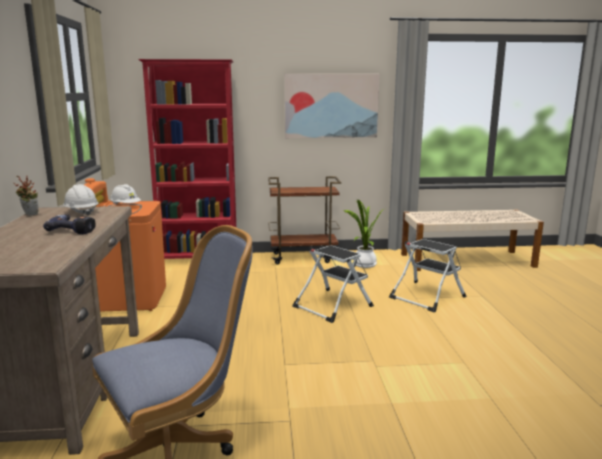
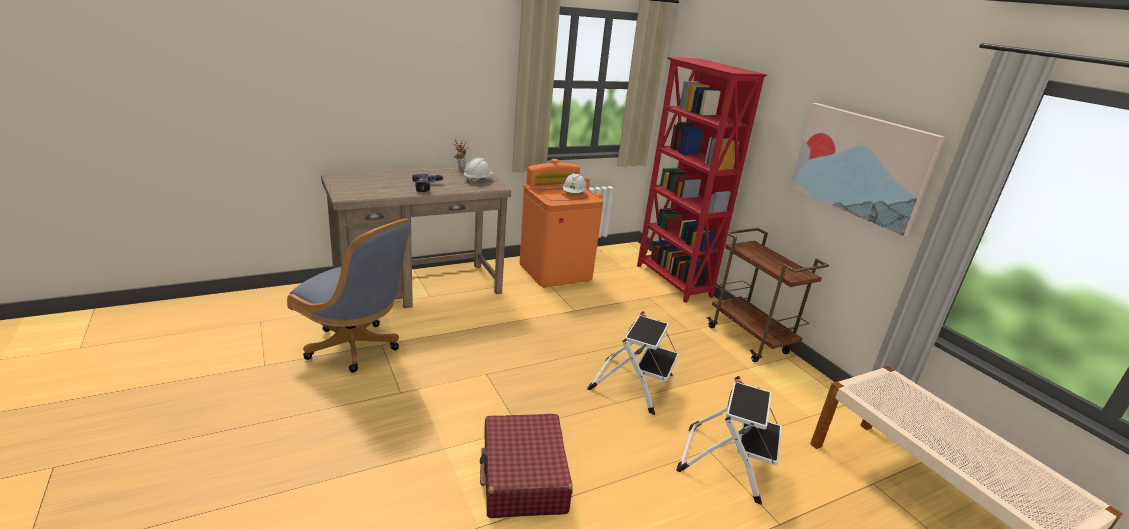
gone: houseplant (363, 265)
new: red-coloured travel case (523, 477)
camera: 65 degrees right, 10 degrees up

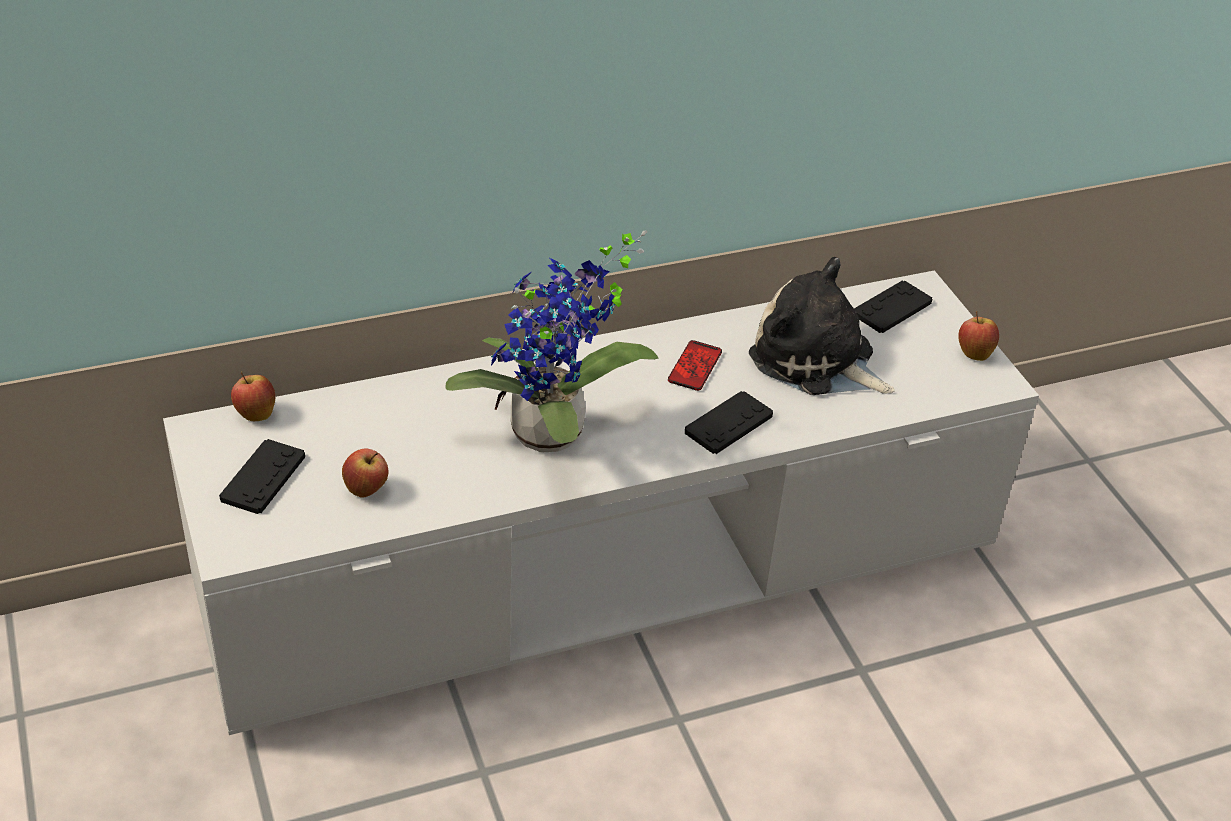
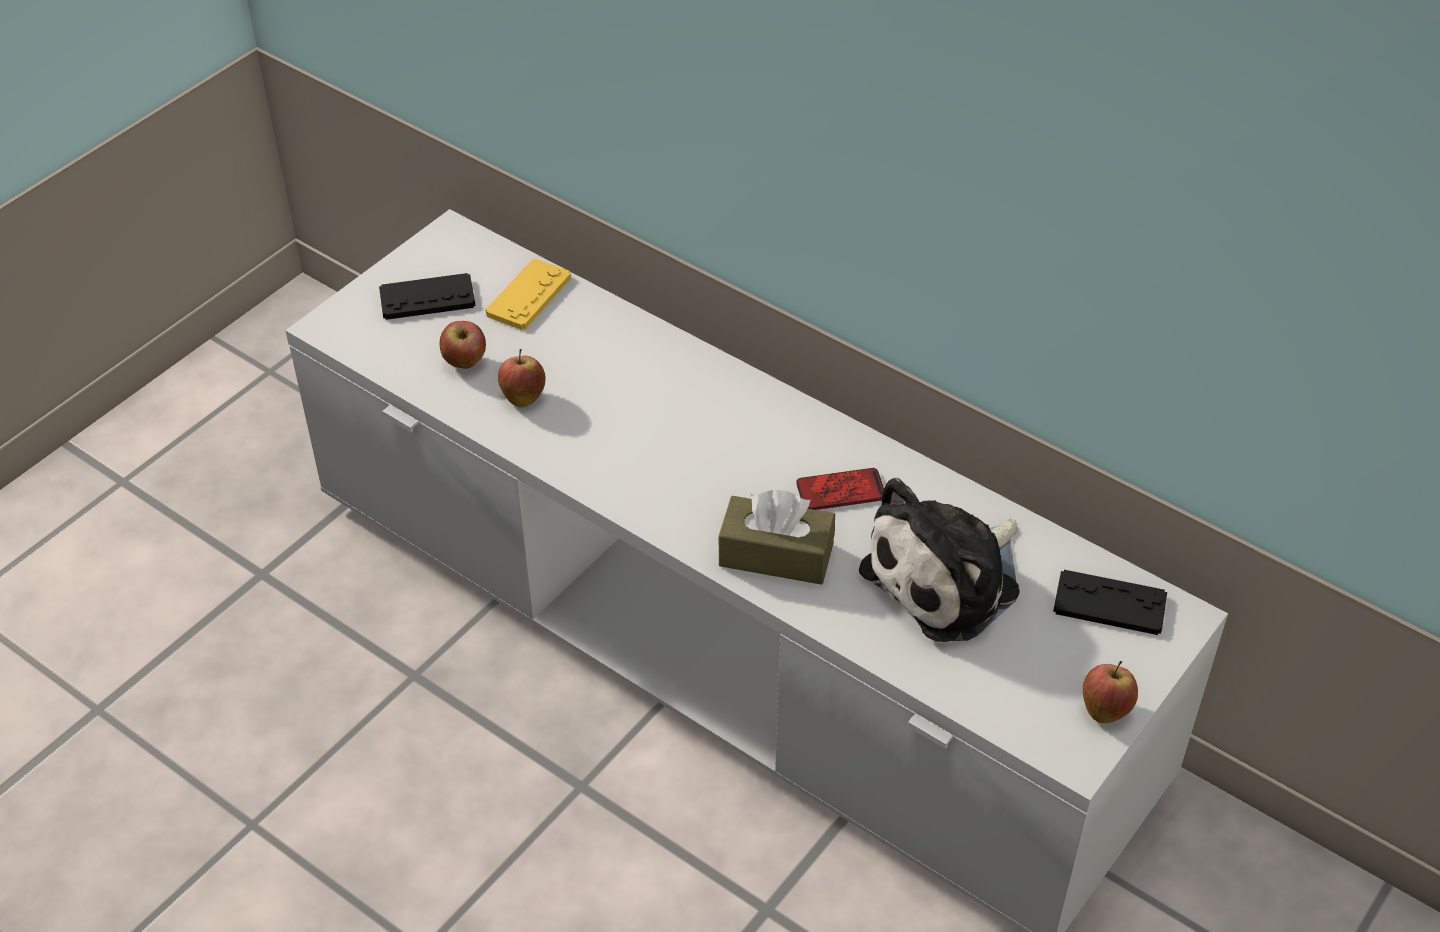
gone: houseplant (552, 438)
new: yellowish joypad (529, 296)
shifted: apple (255, 413) to (523, 397)
swapped: blackish joypad (728, 424) to brownish box of tissues (776, 555)
rotated: soft toy (816, 360) = (948, 579) 135 degrees counterclockwise
camera: 60 degrees right, 5 degrees up

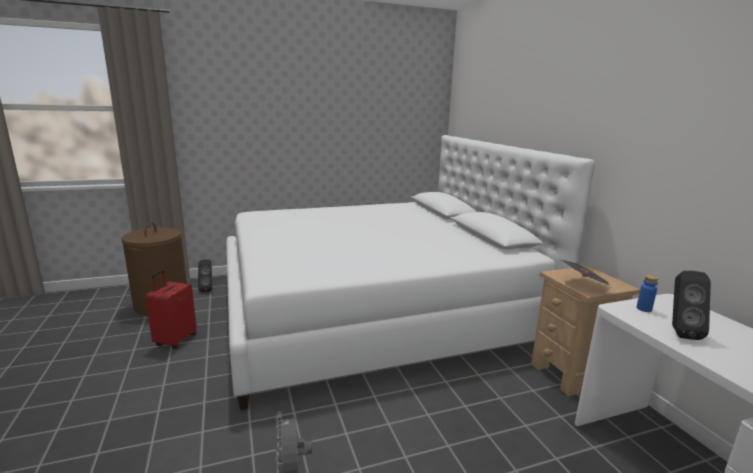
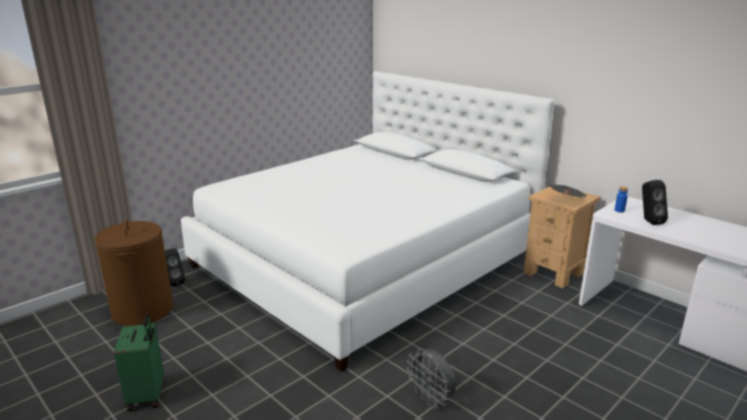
gone: red-coloured travel case (175, 340)
new: green-coloured travel case (147, 395)
camera: 25 degrees left, 5 degrees up

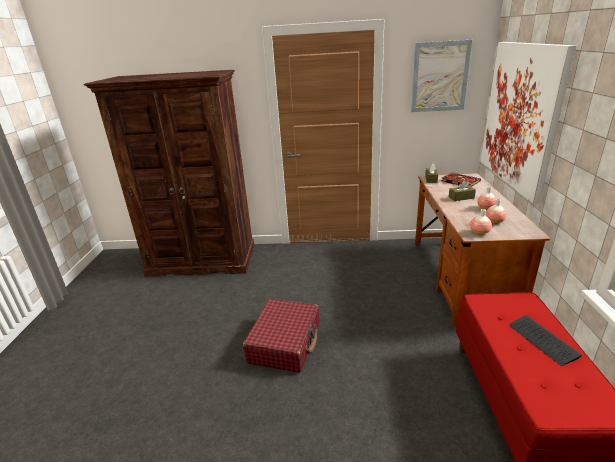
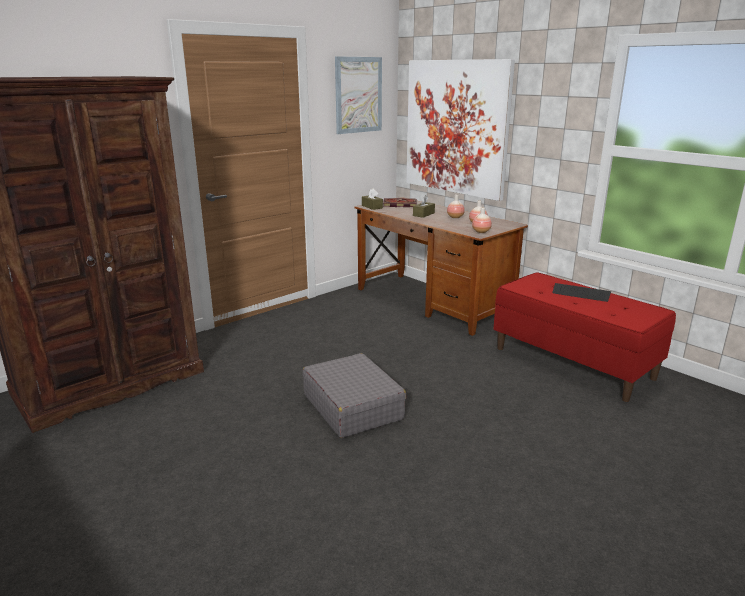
repainted: red-coloured travel case (285, 342) to greyish travel case (352, 406)
camera: 45 degrees left, 5 degrees down

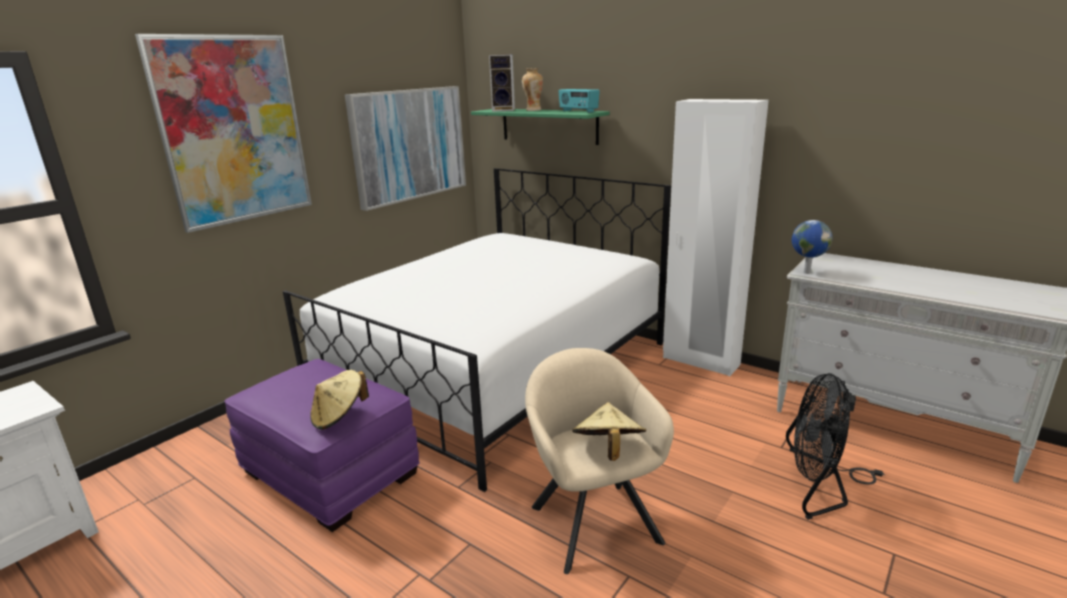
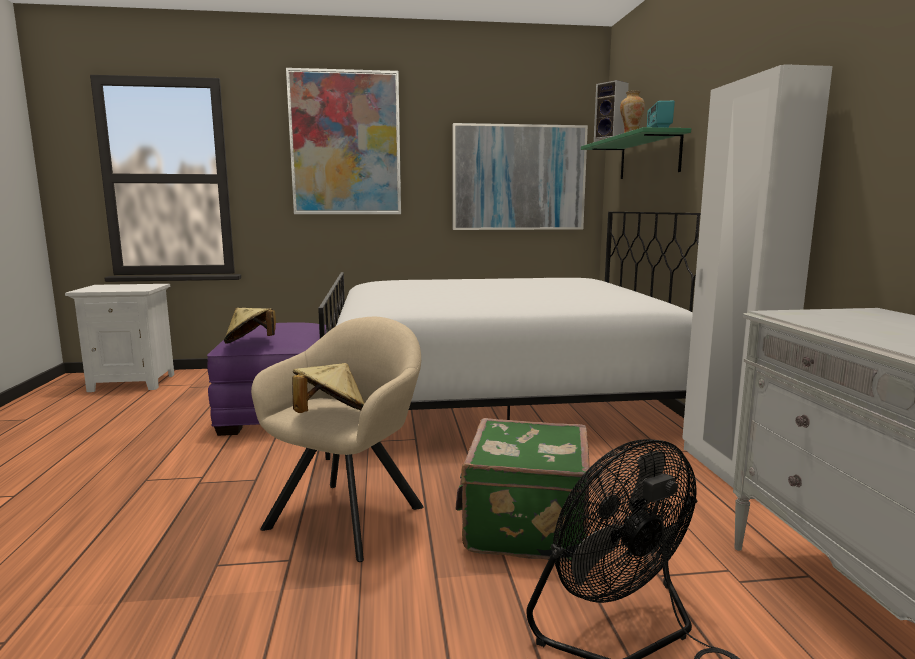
gone: globe (806, 272)
new: green-coloured travel case (524, 525)
camera: 45 degrees right, 10 degrees down

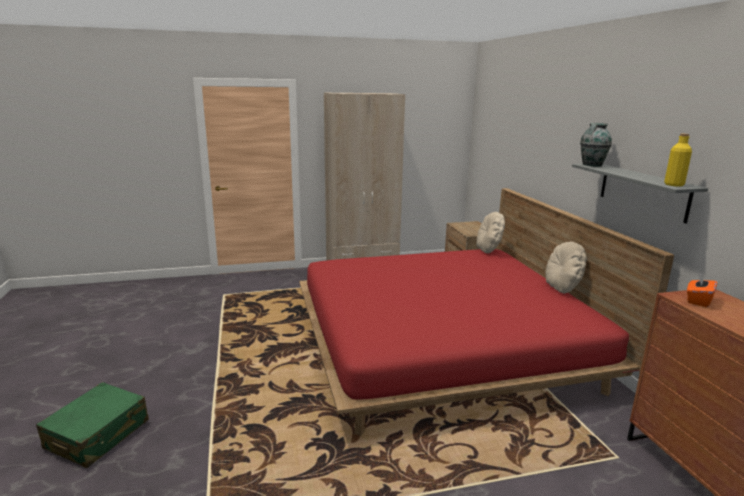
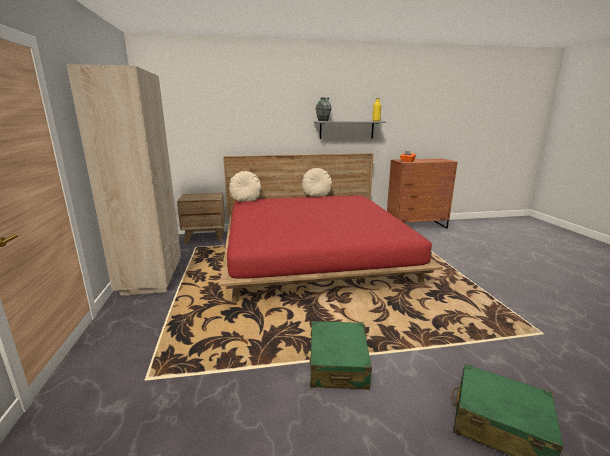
new: green-coloured travel case (338, 364)
camera: 85 degrees left, 0 degrees up

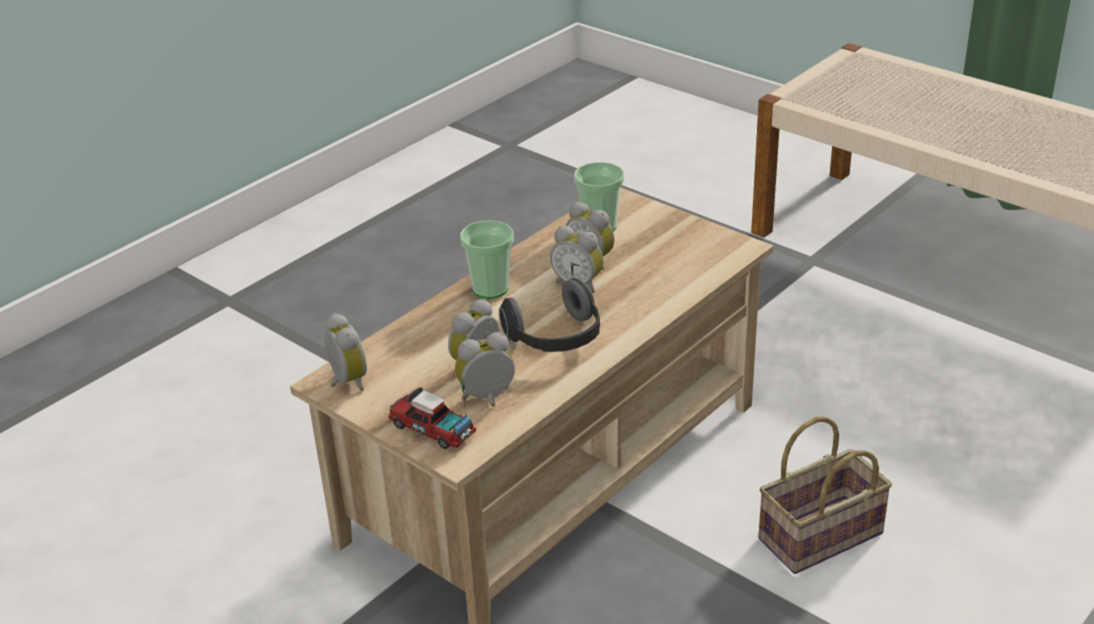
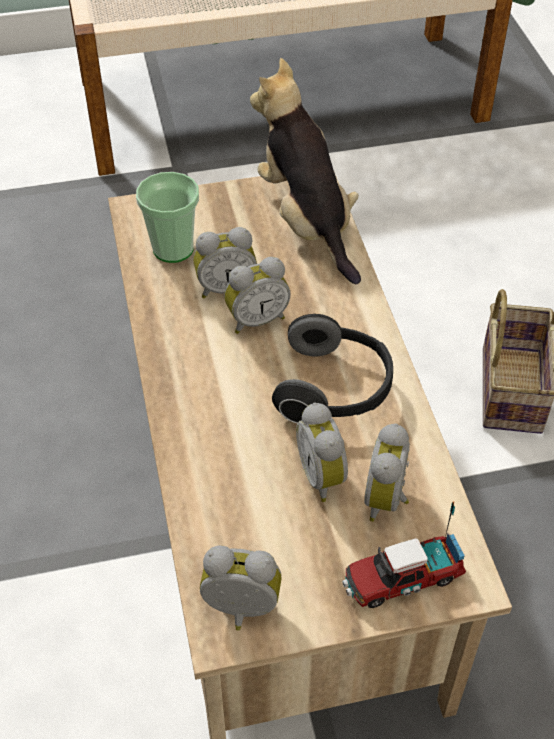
gone: cup (490, 289)
new: soft toy (307, 221)
camera: 55 degrees left, 15 degrees up

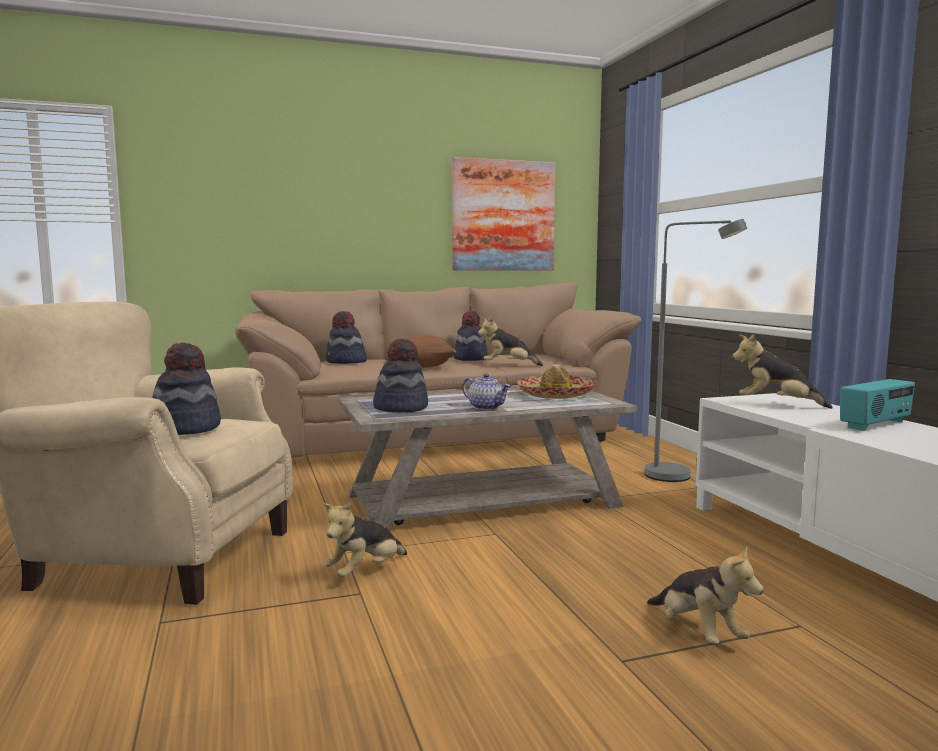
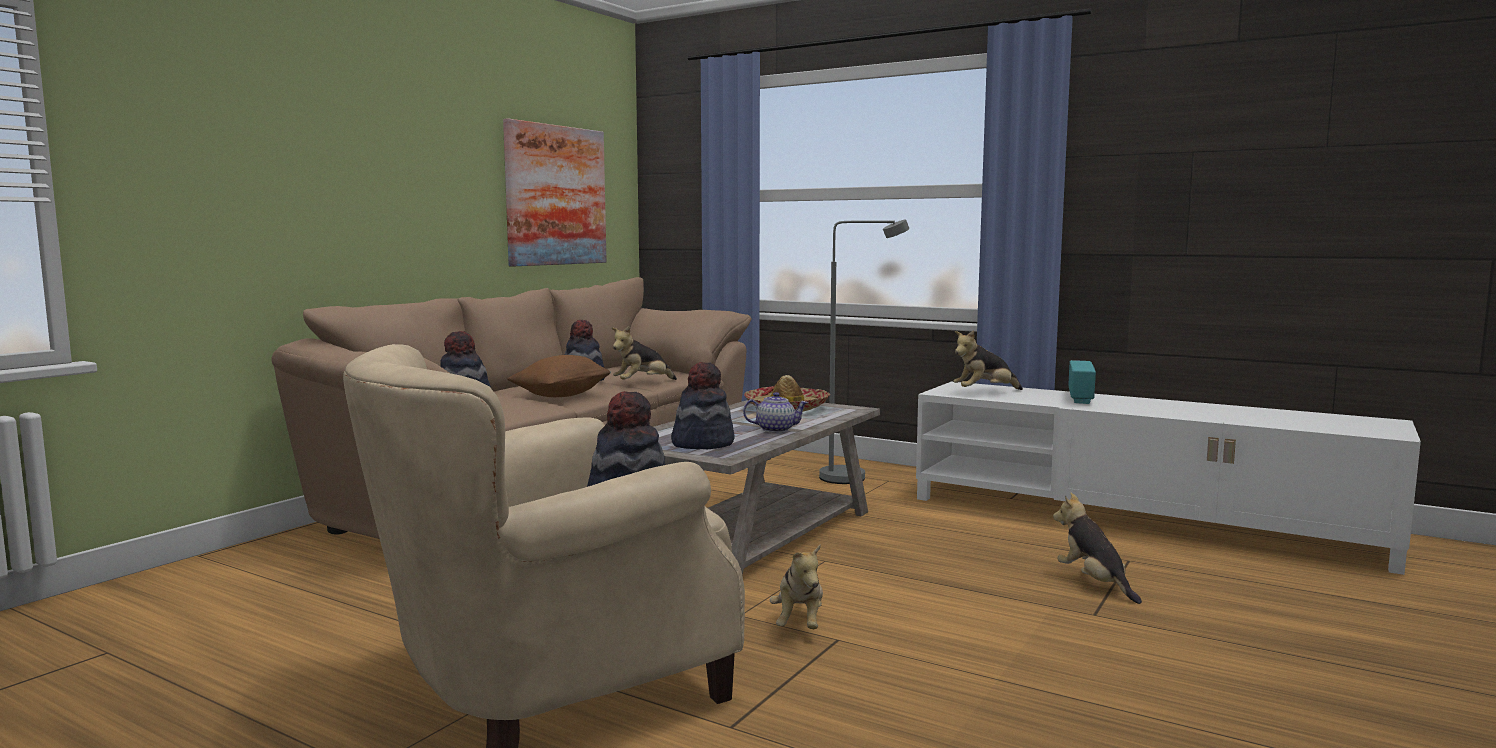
rotated: soft toy (698, 632) = (1094, 583) 135 degrees counterclockwise
camera: 40 degrees left, 0 degrees up

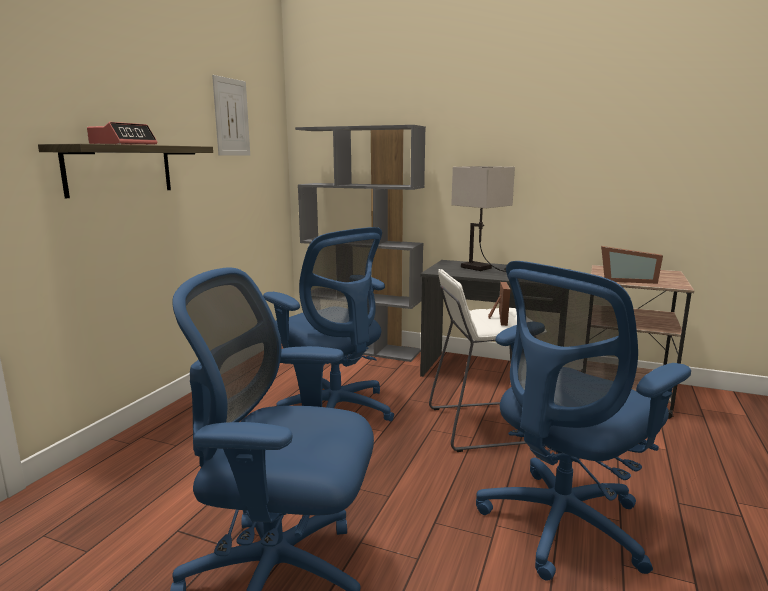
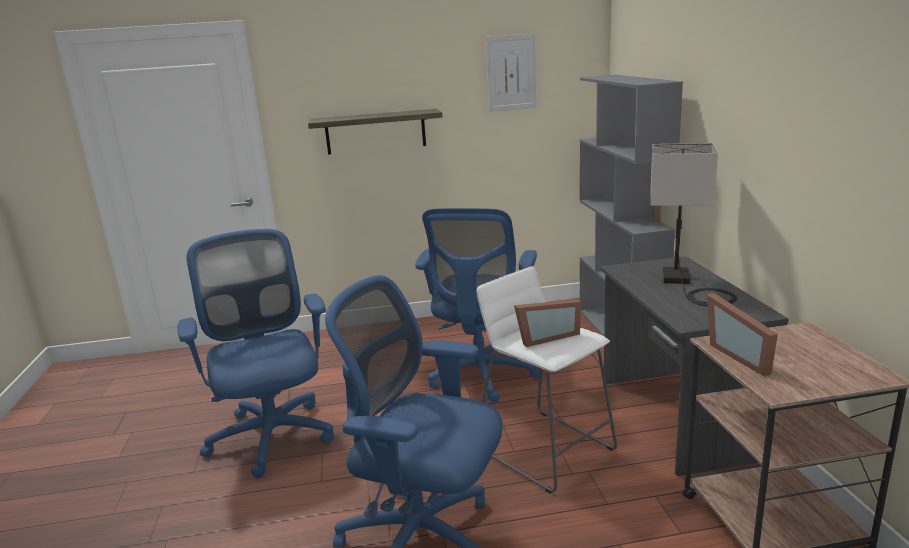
gone: bedside clock (124, 144)
camera: 60 degrees right, 5 degrees up

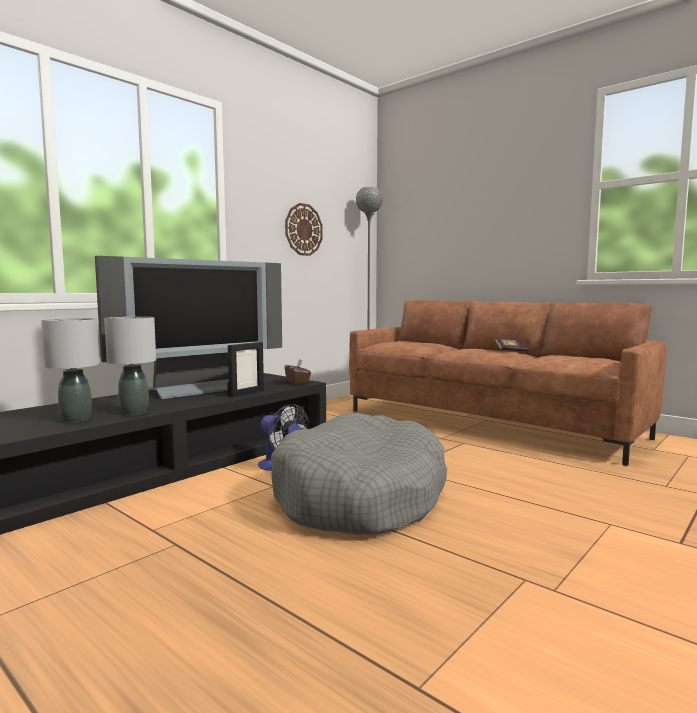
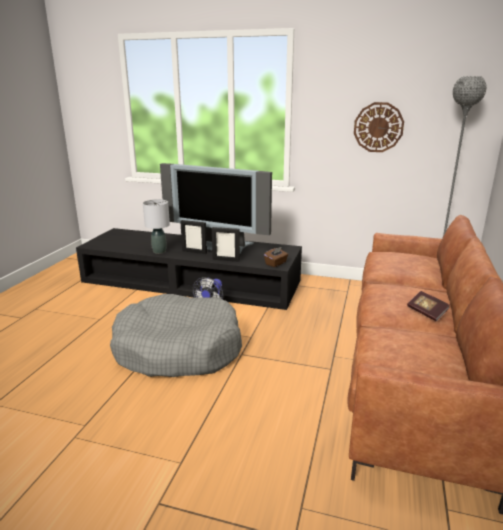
gone: greyish table lamp (76, 419)
new: photo frame (194, 251)
camera: 65 degrees right, 15 degrees up

